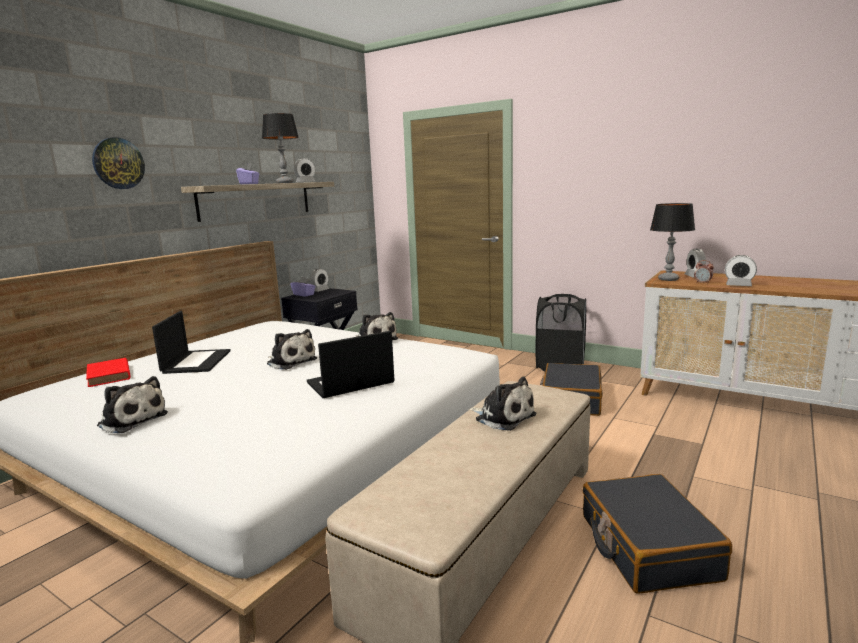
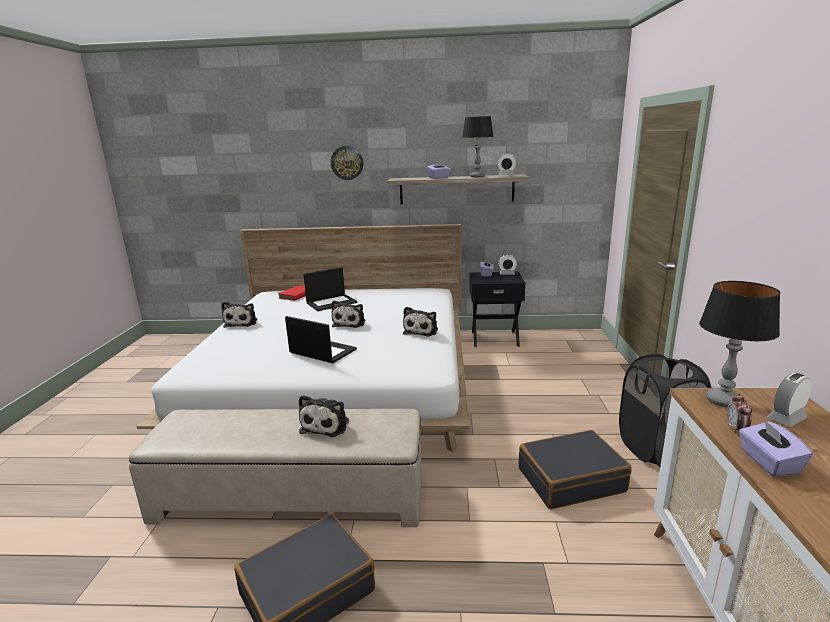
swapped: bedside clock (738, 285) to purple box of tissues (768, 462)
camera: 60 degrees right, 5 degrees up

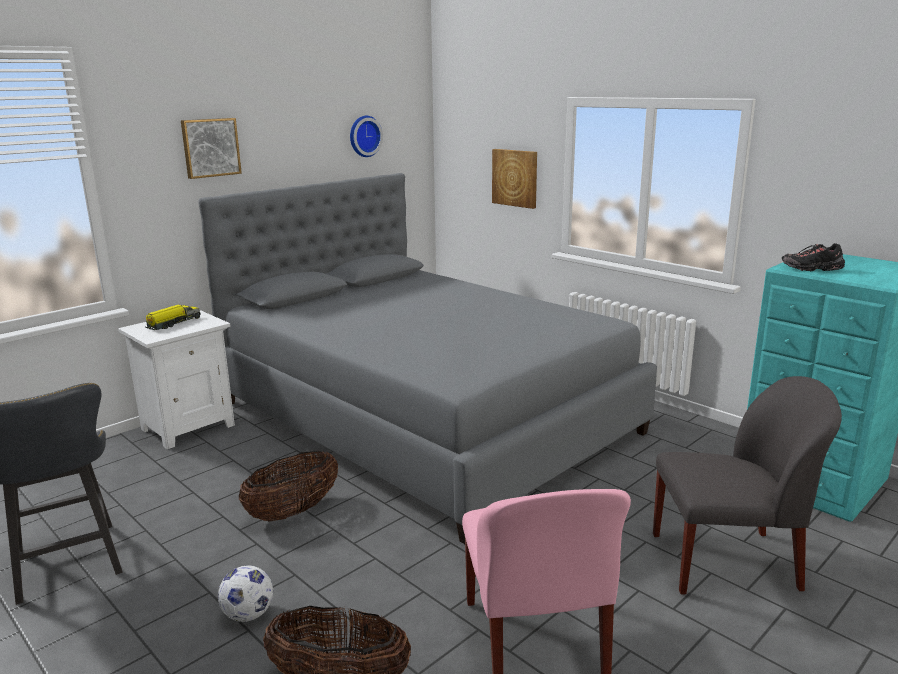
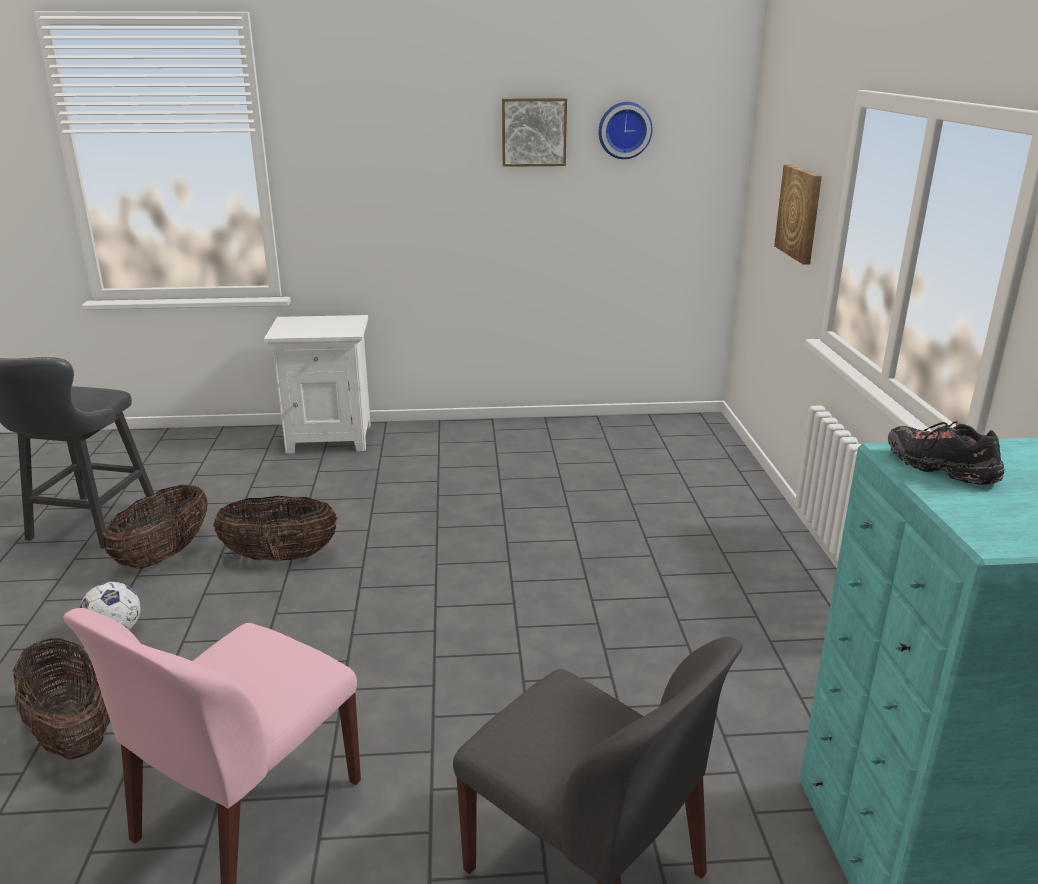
gone: toy lorry (173, 323); greyish bed (425, 417)
new: basket (164, 555)
shifted: wall art (210, 147) to (533, 132)
camera: 40 degrees right, 5 degrees up

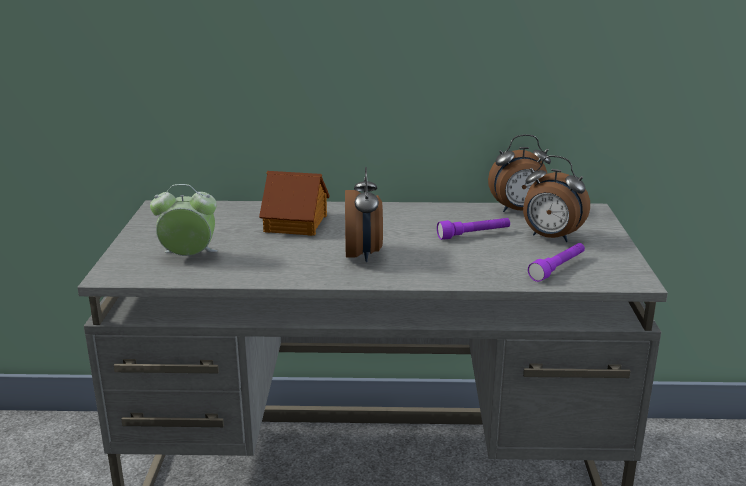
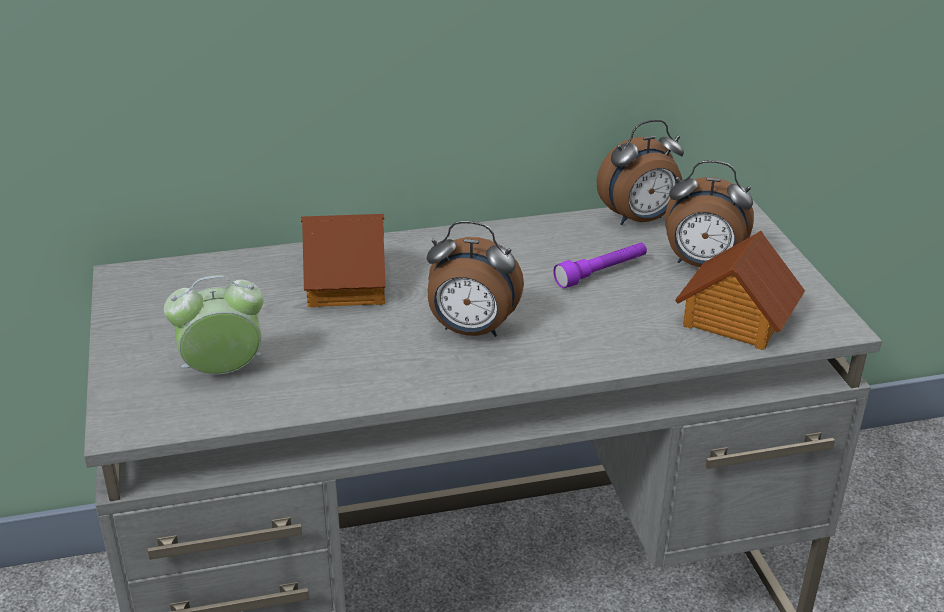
swapped: purple flashlight (558, 268) to miniature house (734, 319)
rotated: bedside clock (363, 254) = (471, 331) 120 degrees clockwise
camera: 15 degrees left, 10 degrees up

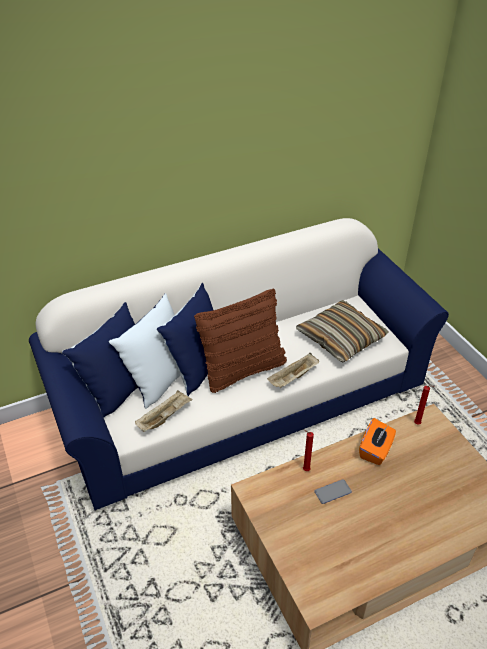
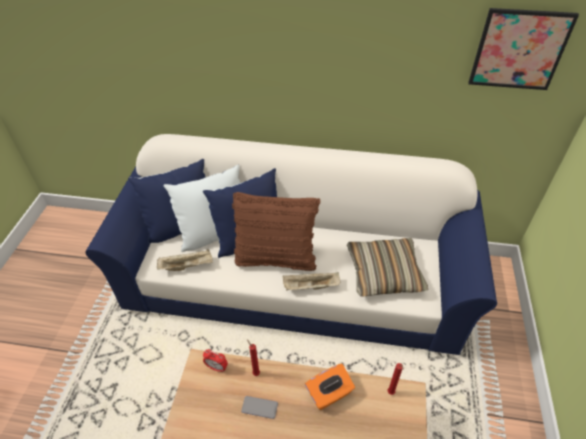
new: bedside clock (217, 367); wall art (519, 50)
camera: 35 degrees right, 5 degrees up

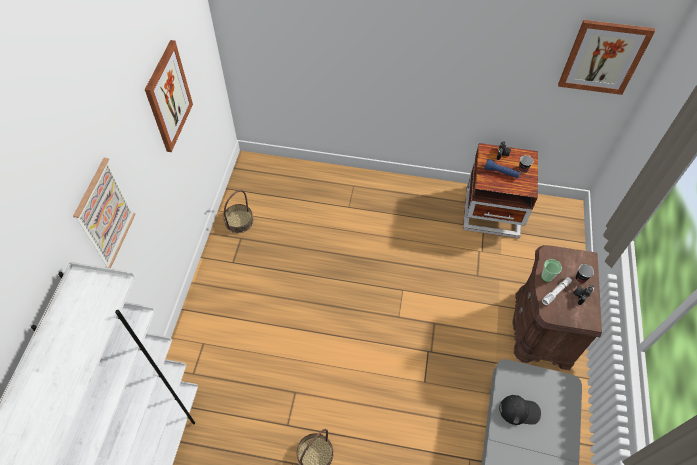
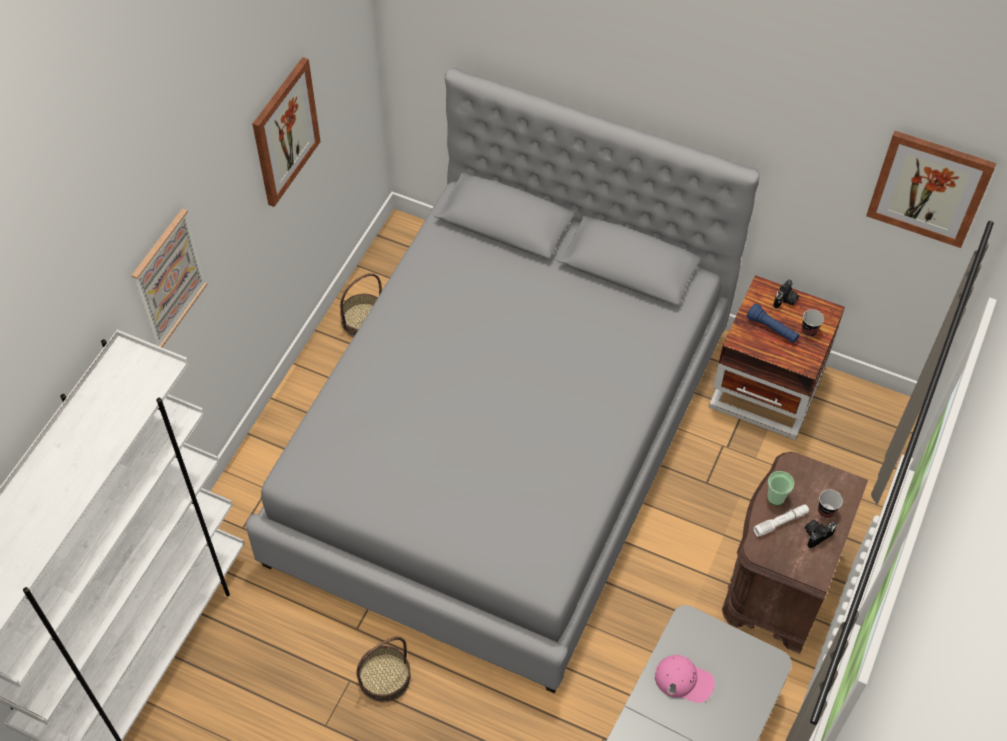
new: greyish bed (504, 444)
repainted: blackish baseball cap (519, 411) to pink baseball cap (684, 680)
camera: 15 degrees right, 0 degrees up

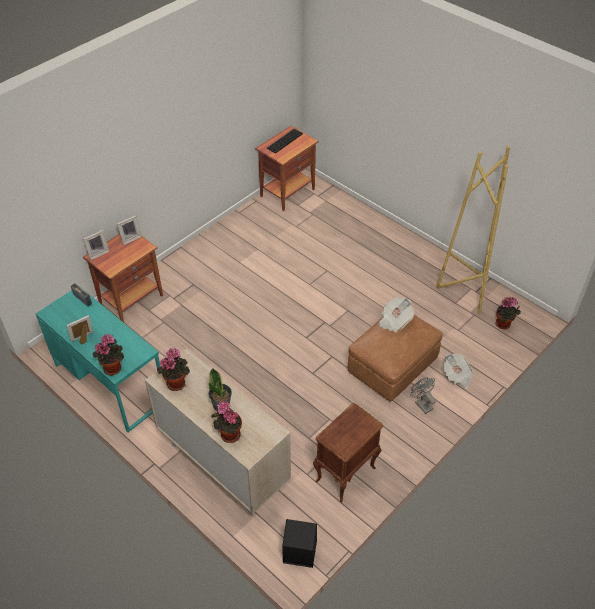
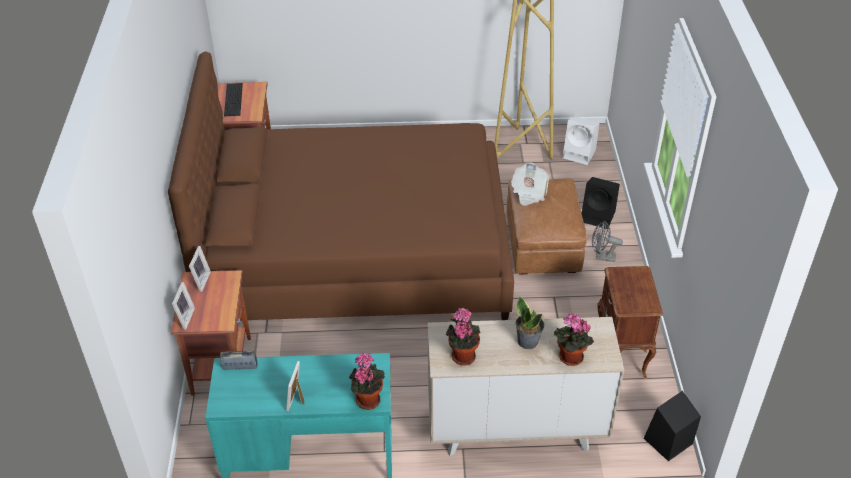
new: brownish bed (355, 251)
swapped: houseplant (504, 324) to white audio speaker (580, 154); daily paper (457, 376) to blackish audio speaker (598, 216)
camera: 45 degrees left, 5 degrees down

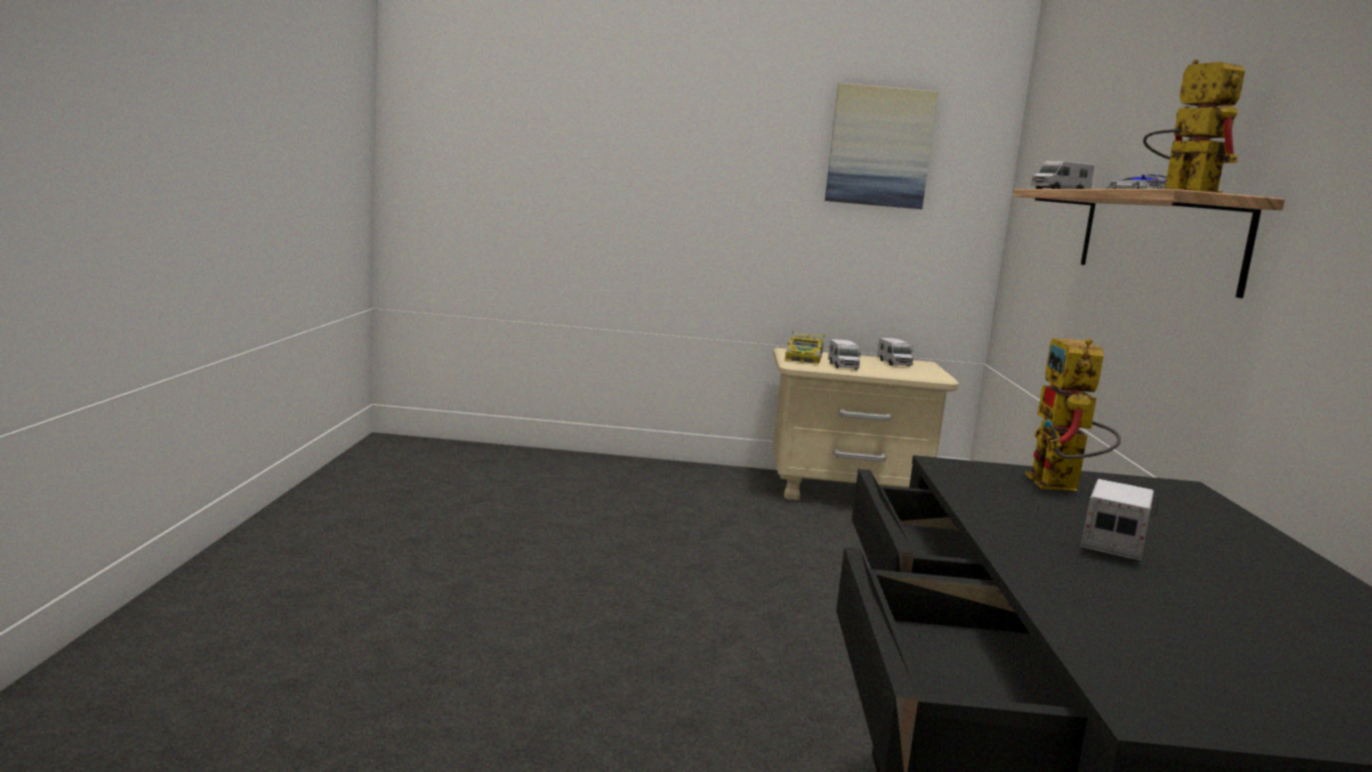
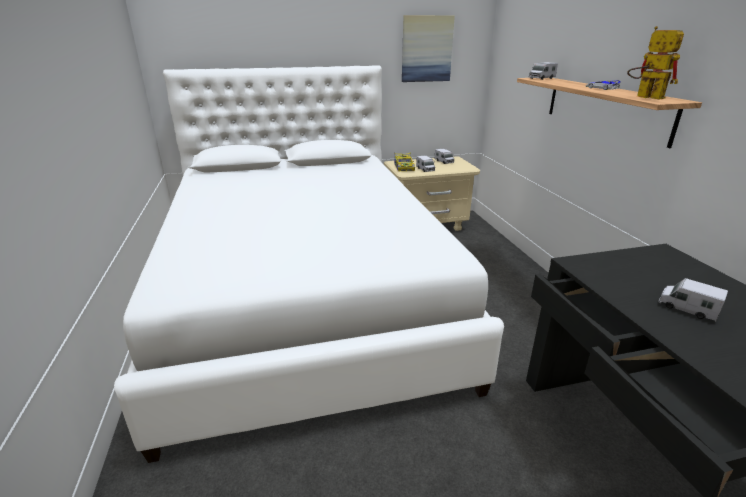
gone: toy robot (1062, 487)
new: white bed (306, 296)
rotated: toy lorry (1114, 543) = (687, 308) 60 degrees counterclockwise
camera: 15 degrees left, 15 degrees up

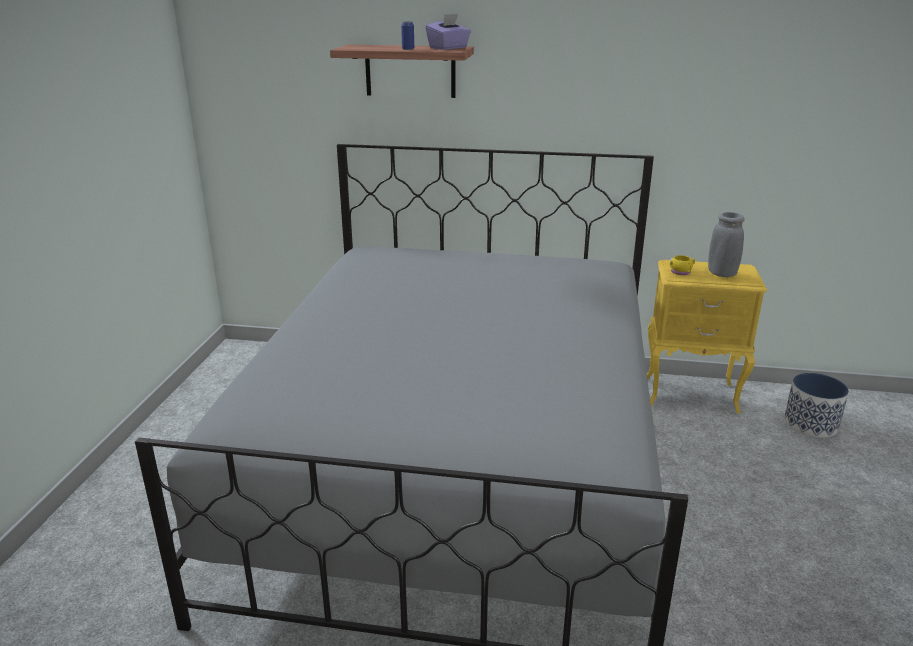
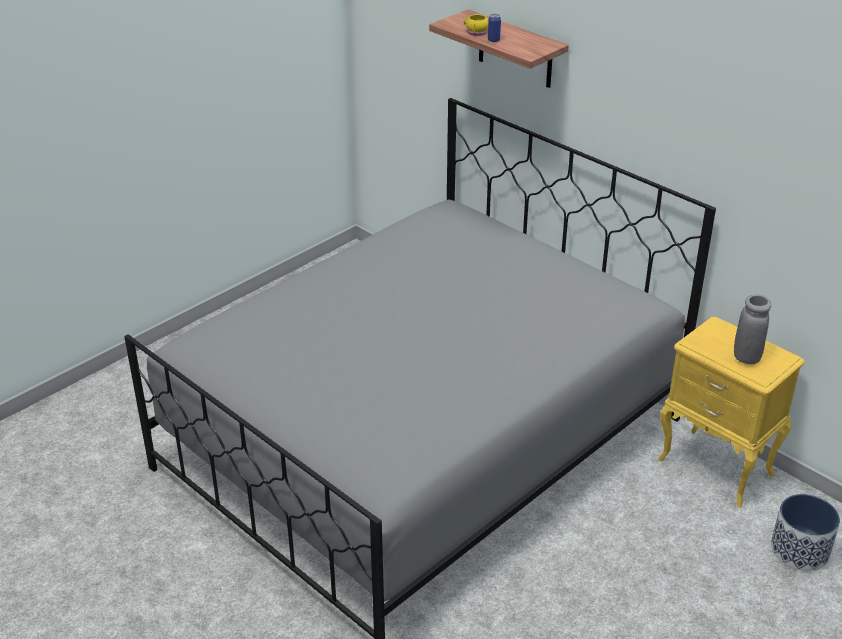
gone: purple box of tissues (448, 48)
shifted: yellowish mug (681, 272) to (476, 33)
camera: 35 degrees right, 10 degrees up

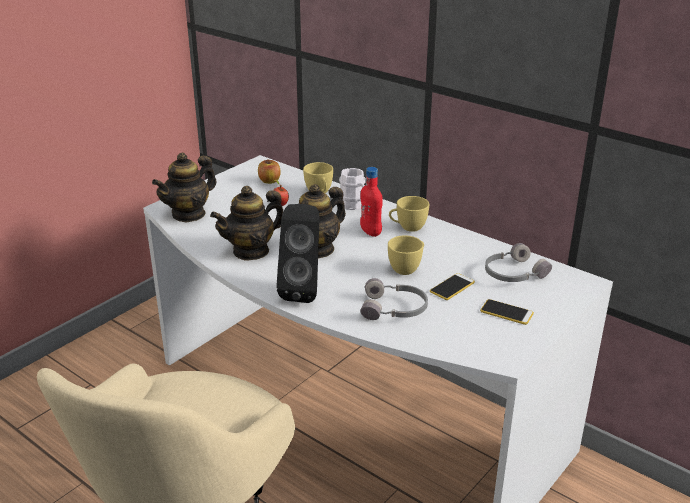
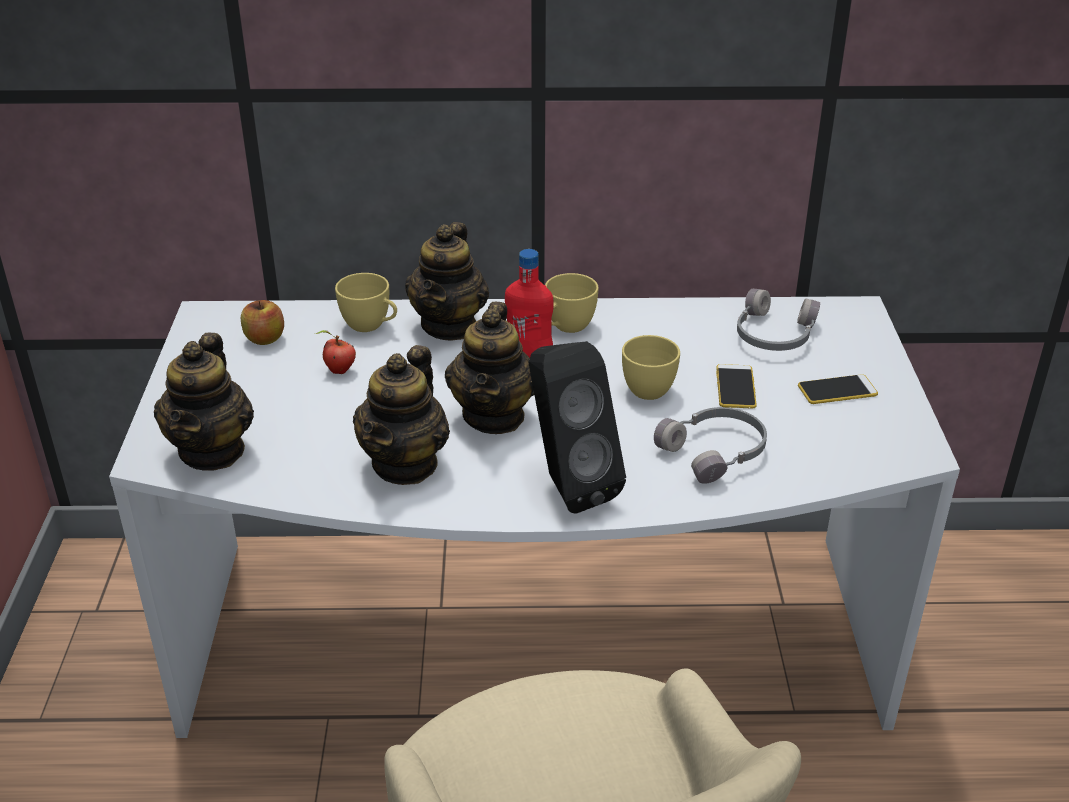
swapped: white mug (354, 205) to pot for tea (449, 325)
camera: 40 degrees left, 5 degrees up

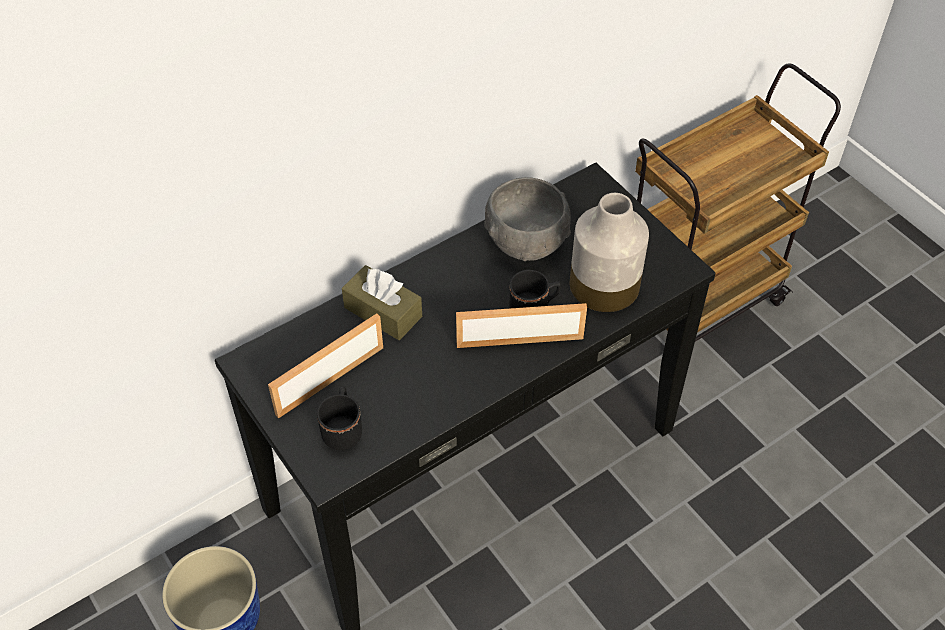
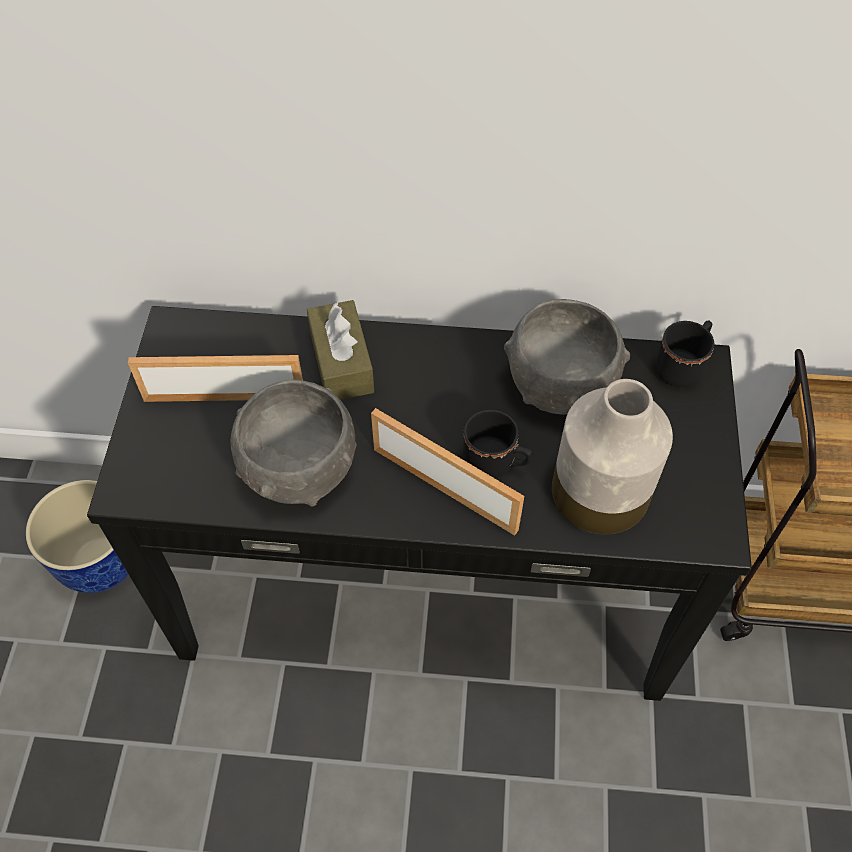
new: greyish serving bowl (299, 468)
shifted: blackish mug (343, 429) to (682, 365)
camera: 40 degrees right, 5 degrees up

